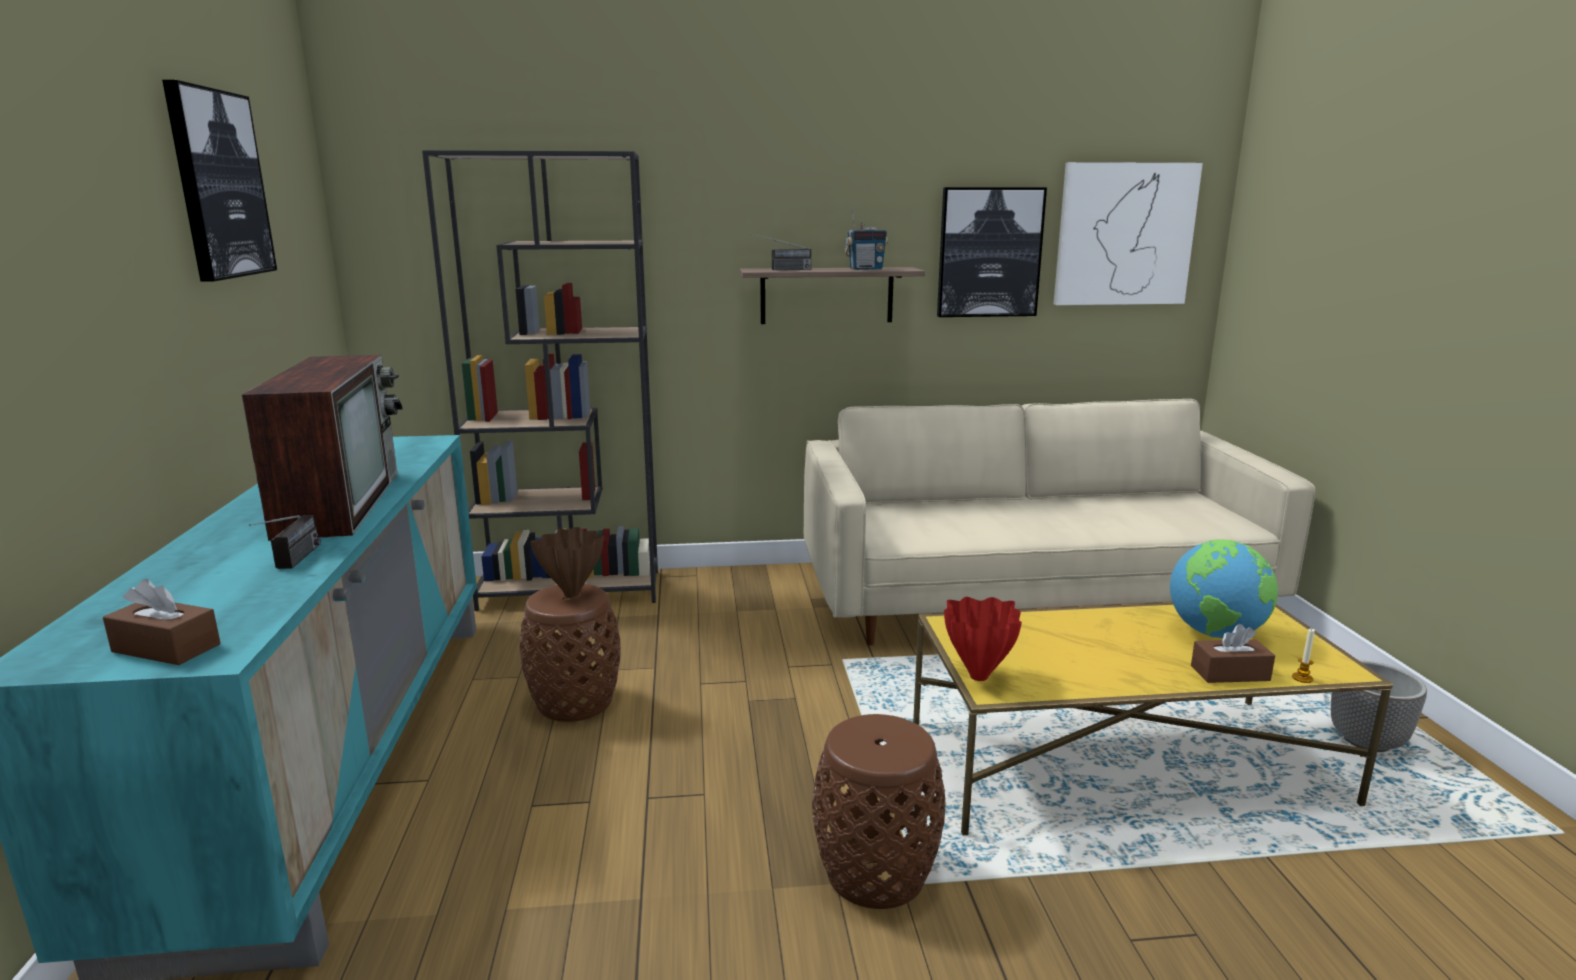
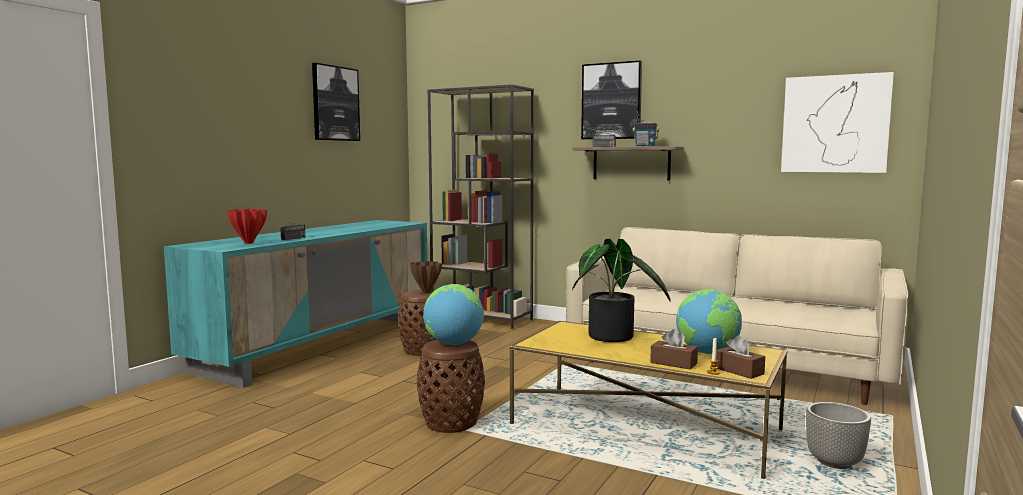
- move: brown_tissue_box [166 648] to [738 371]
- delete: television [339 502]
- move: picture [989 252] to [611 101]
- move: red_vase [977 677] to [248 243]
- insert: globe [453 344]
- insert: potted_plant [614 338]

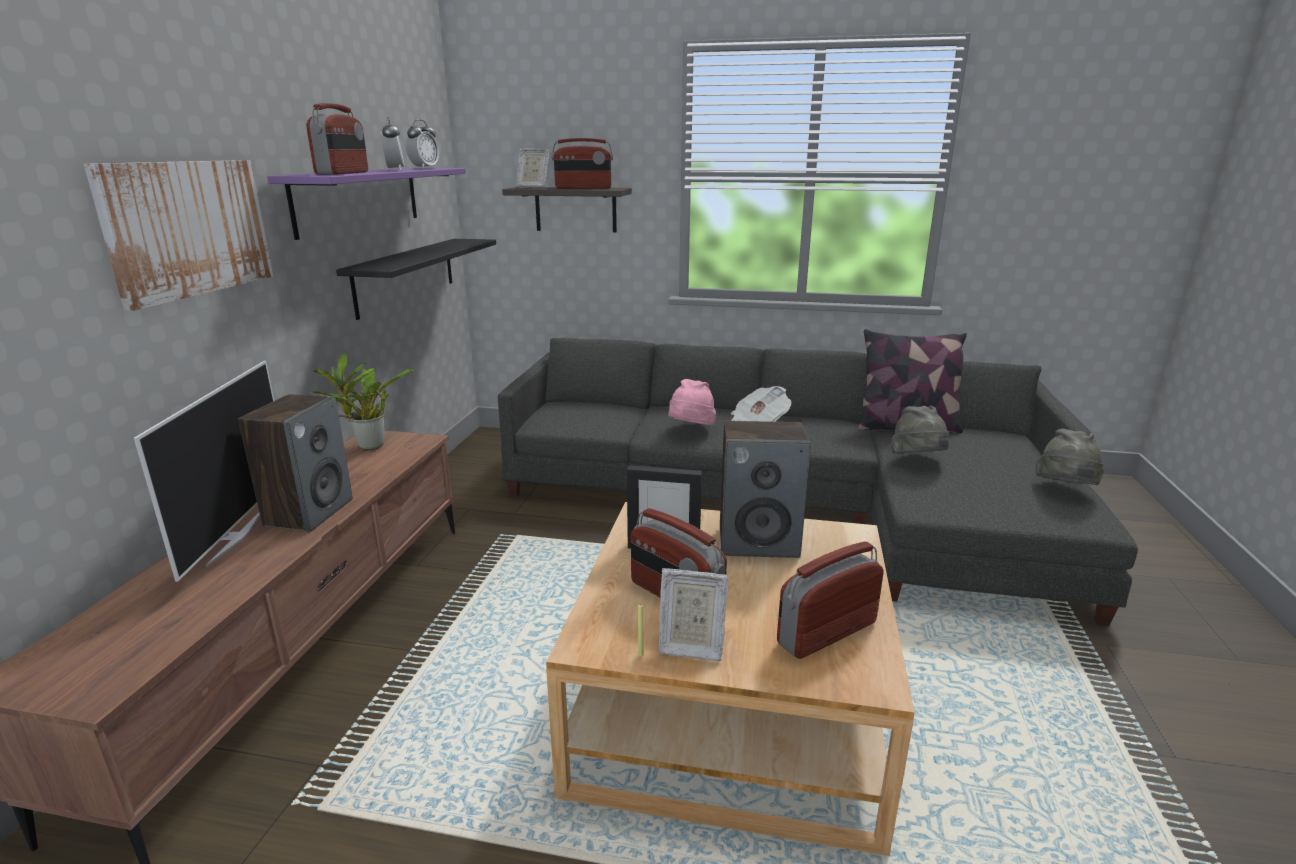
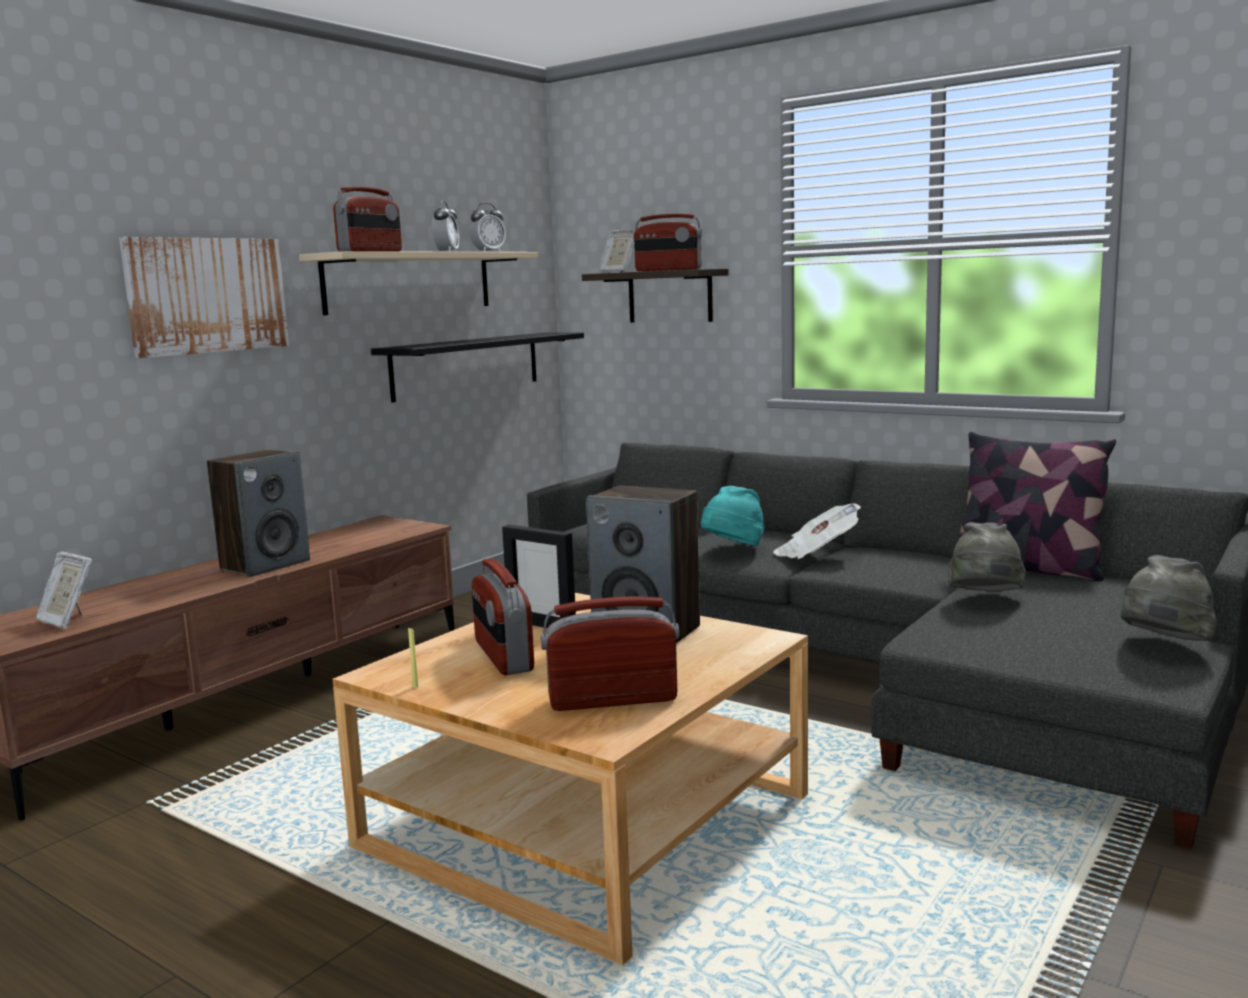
- delete: television [234 536]
- recolor: purple_shelf [359 199] to beige_shelf [409 282]
- delete: potted_plant [367 447]
- move: picture_frame [690 646] to [67 621]
- recolor: pink_hat [690 429] to turquoise_hat [733 548]

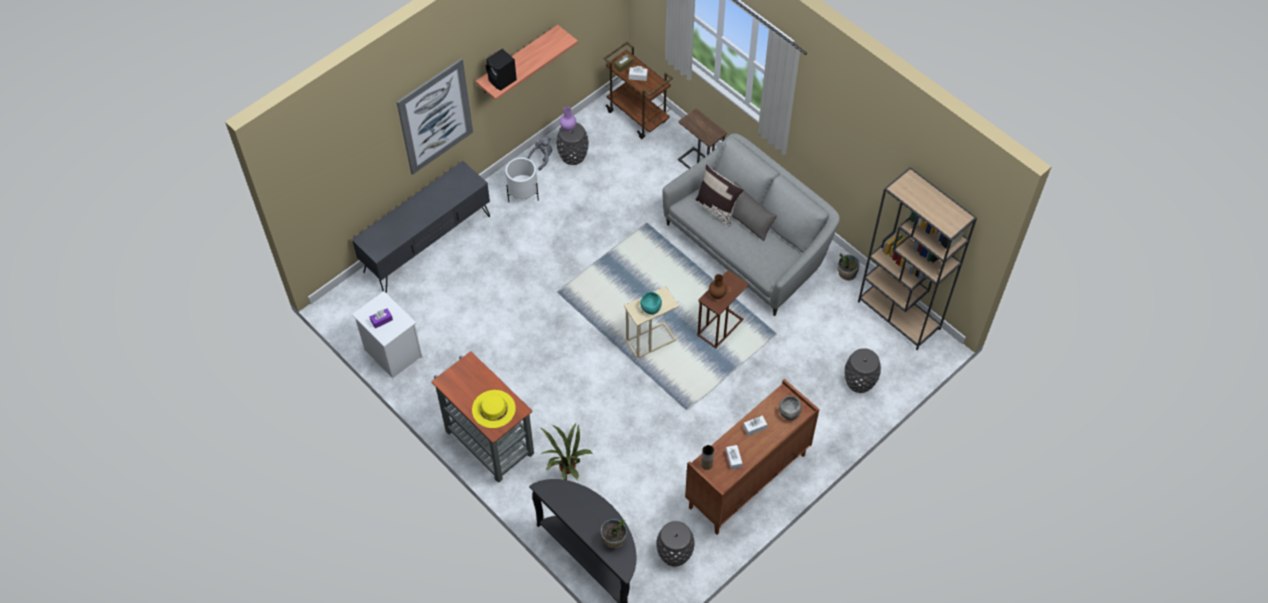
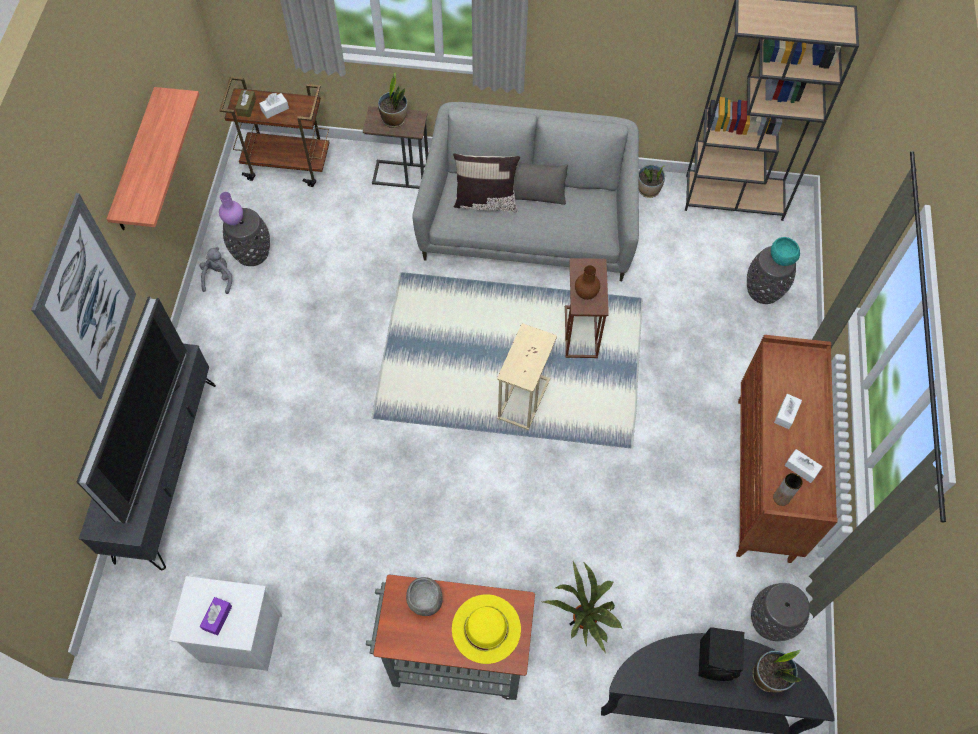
- move: black_speaker [502 81] to [717 661]
- delete: white_planter [523 194]
- move: turquoise_bowl [650 308] to [782 259]
- move: grey_bowl [789 413] to [425 602]
- insert: television [147 439]
- insert: potted_plant [394 119]

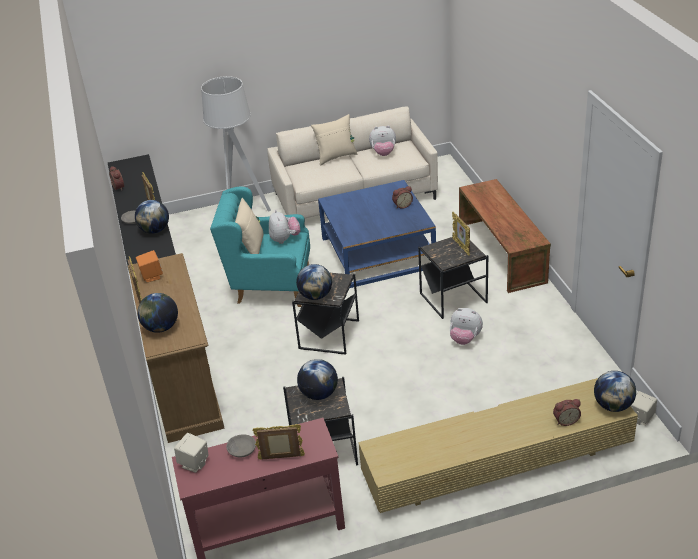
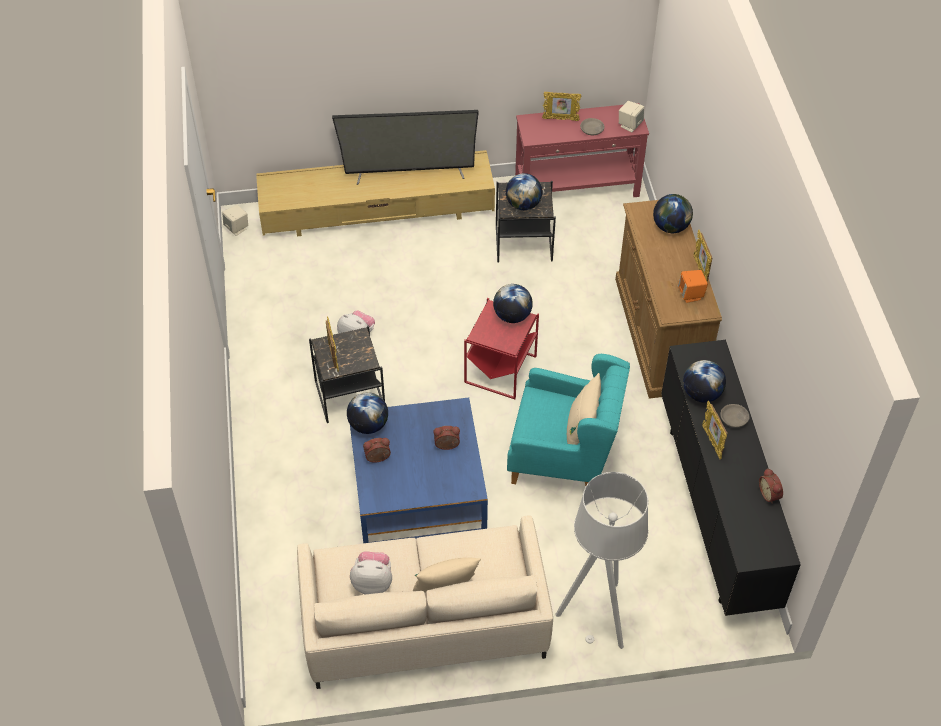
- delete: plush_toy [285 239]
- recolor: black_side_table [328 335] to red_side_table [501 369]
- delete: brown_bench [502 252]
- move: alarm_clock [565 420] to [447 446]
- move: globe [613 405] to [368 425]
- insert: television [409 172]

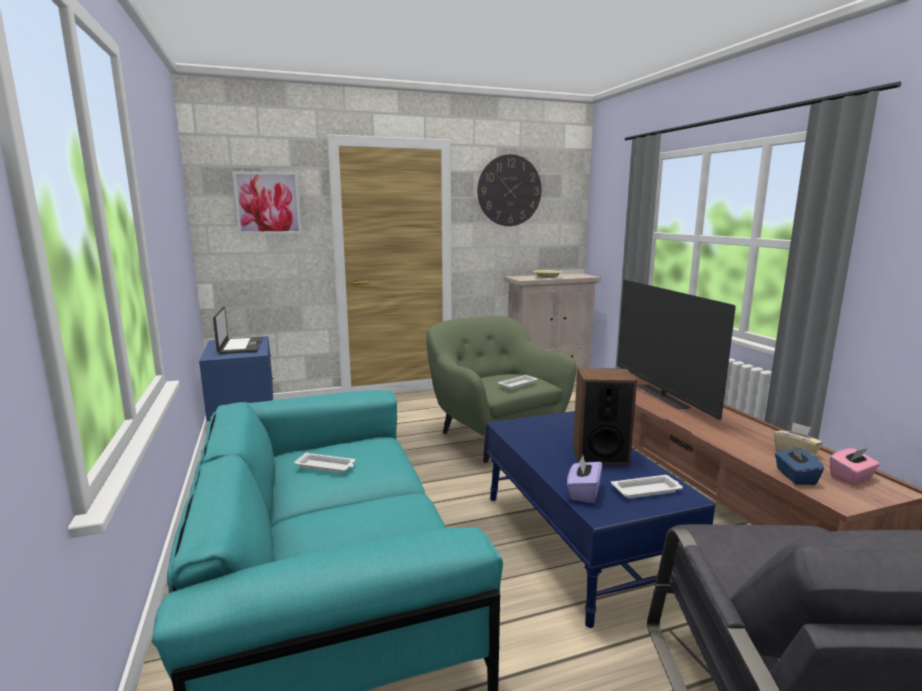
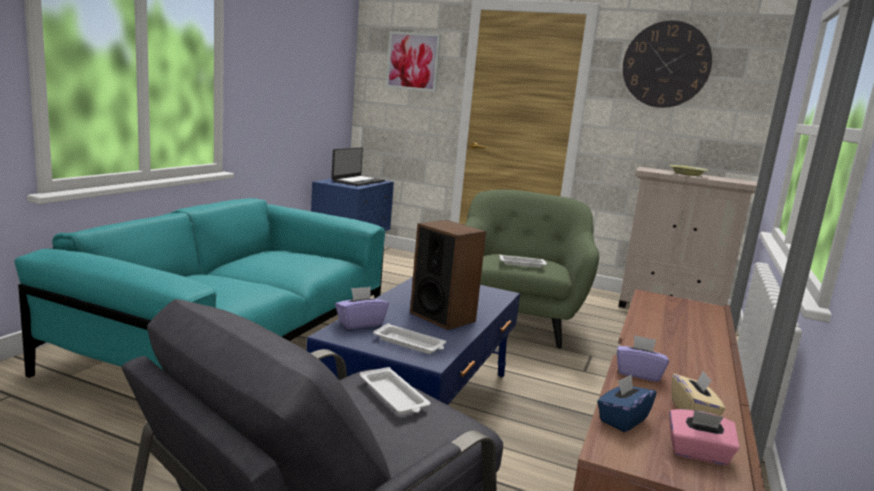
- move: white_tray [326 466] to [394 396]
- delete: television [662 397]
- insert: purple_tissue_box [638 373]

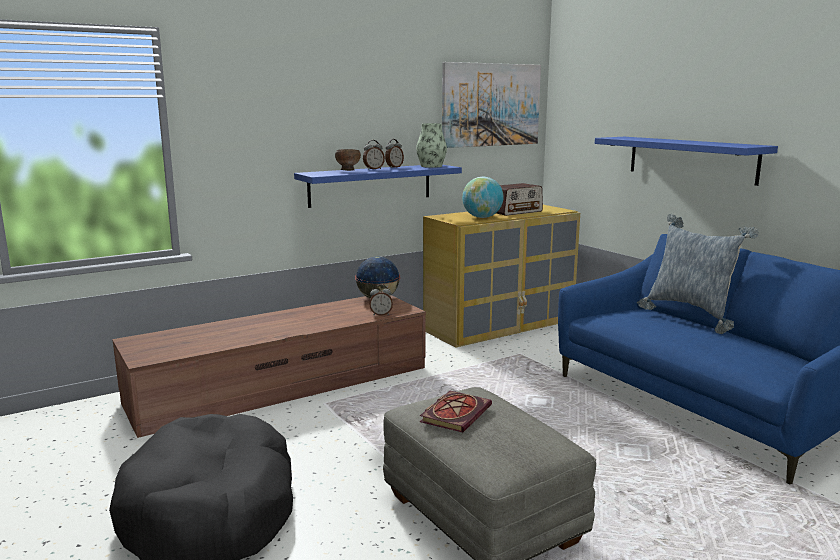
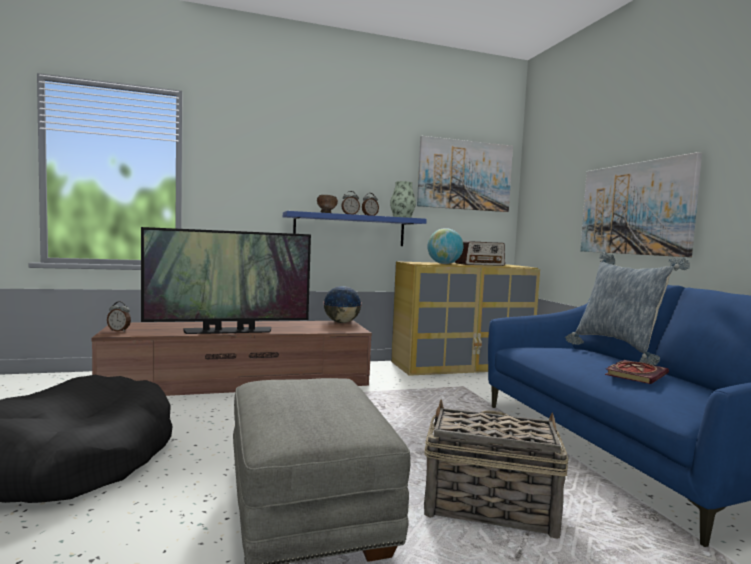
- move: alarm_clock [381 314] to [119 331]
- move: book [455 413] to [635 374]
- replace: blue_shelf [691 159] to picture [635 209]
- insert: television [228 331]
- insert: basket [488 506]

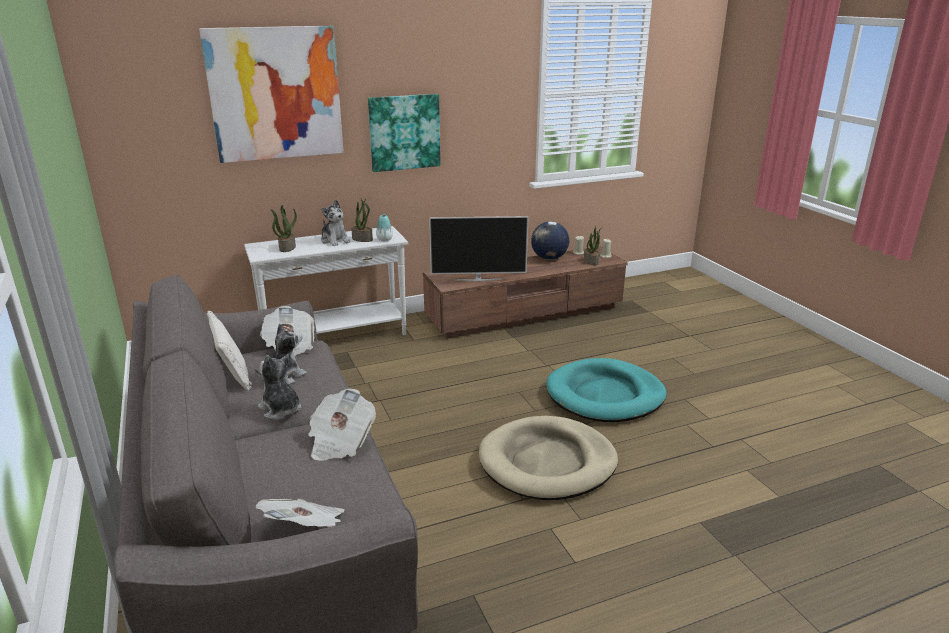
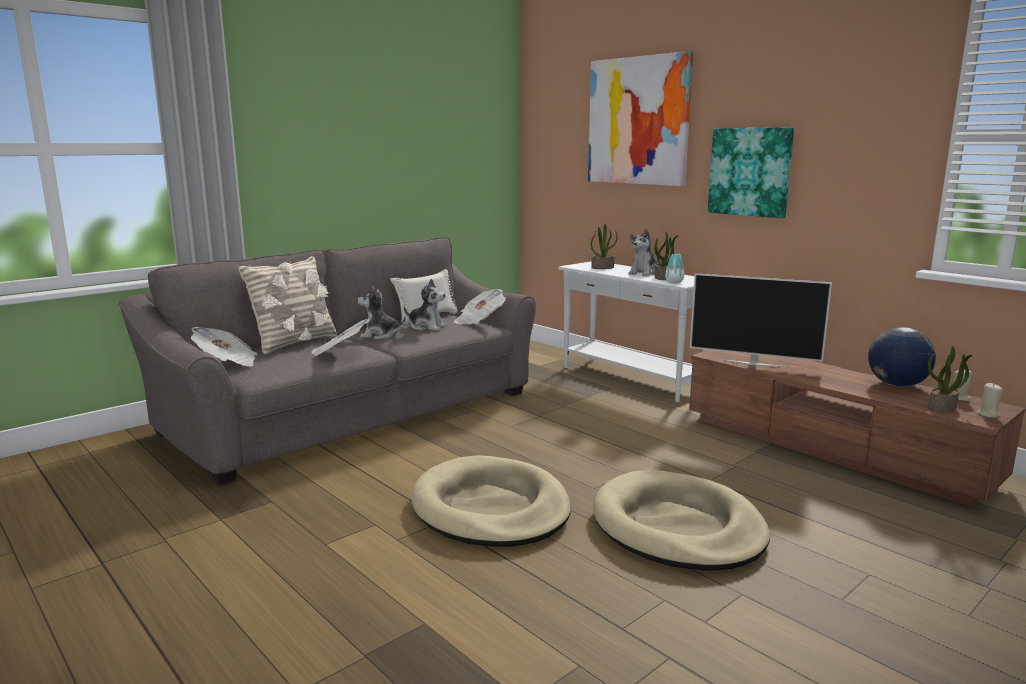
- rotate: plush_toy [281 409] = [380 335] 105 degrees counterclockwise
- rotate: television [478 279] = [753 363] 45 degrees counterclockwise
- recolor: turquoise_dog_bed [605 395] to beige_dog_bed [677 527]
- insert: beige_pillow [294 344]

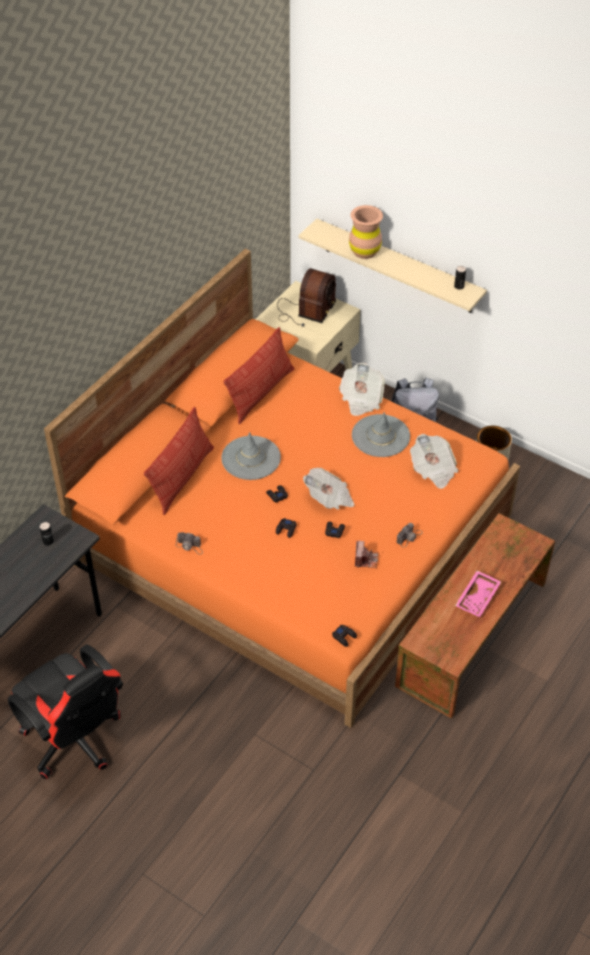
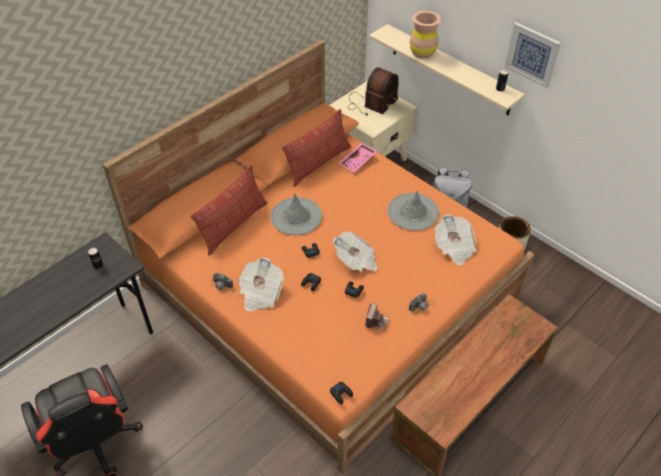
- move: newspaper [361 399] to [260 293]
- move: pink_tray [478 598] to [358 161]
- insert: picture [532 54]

